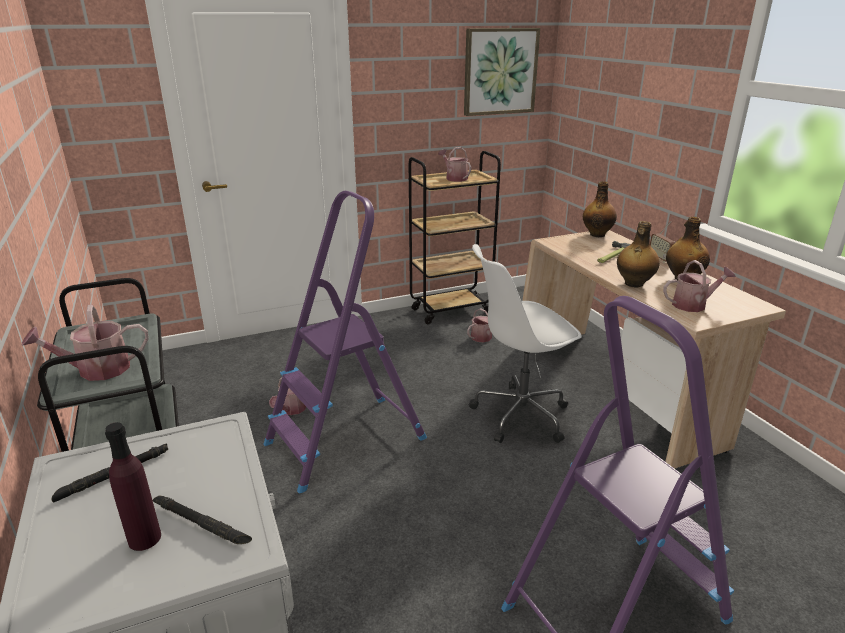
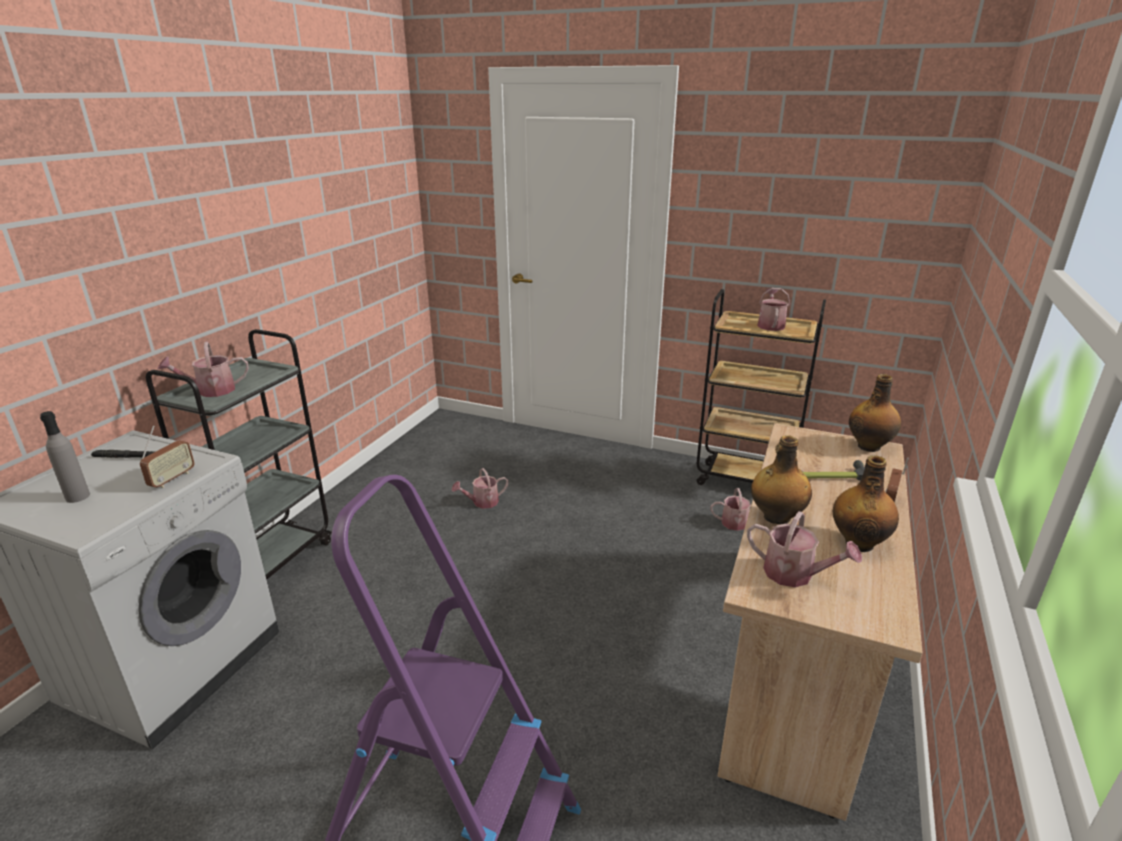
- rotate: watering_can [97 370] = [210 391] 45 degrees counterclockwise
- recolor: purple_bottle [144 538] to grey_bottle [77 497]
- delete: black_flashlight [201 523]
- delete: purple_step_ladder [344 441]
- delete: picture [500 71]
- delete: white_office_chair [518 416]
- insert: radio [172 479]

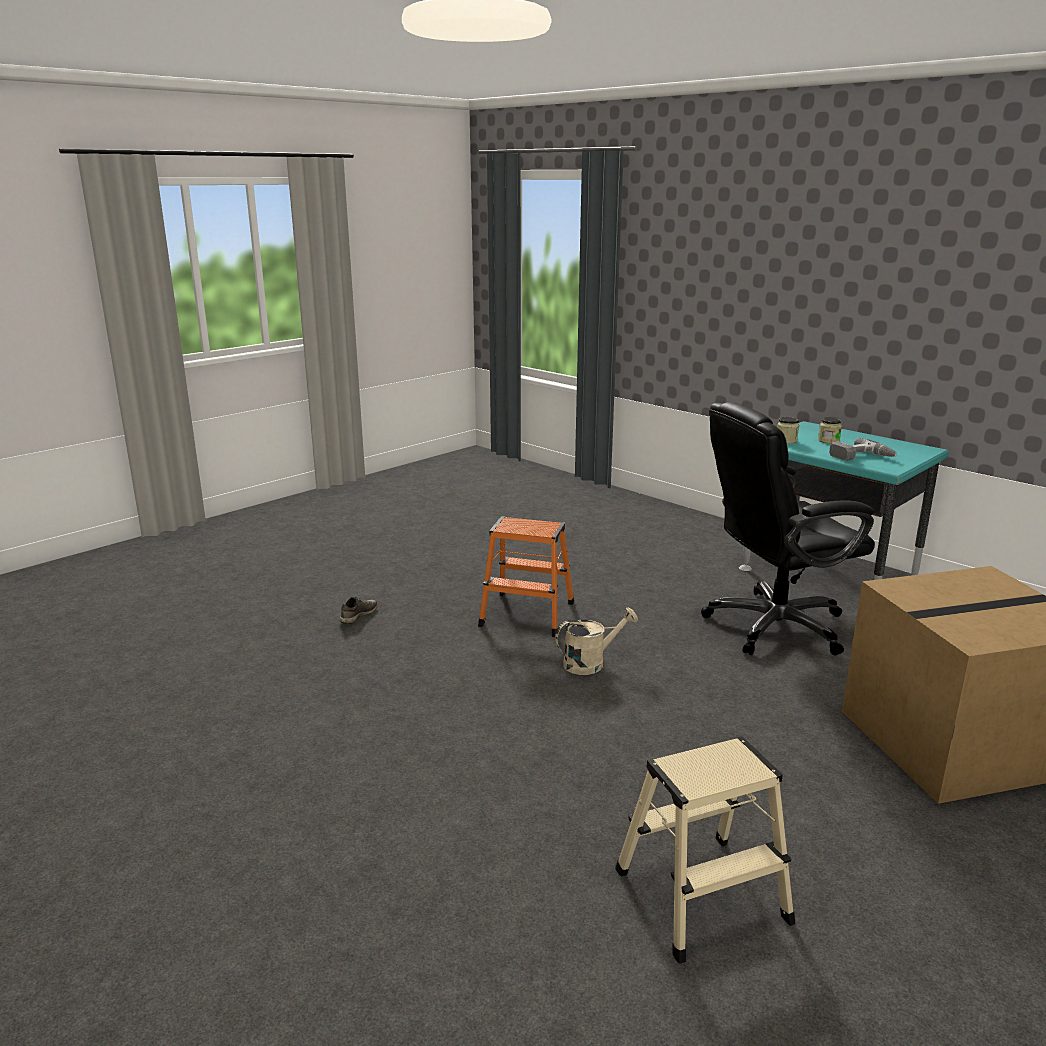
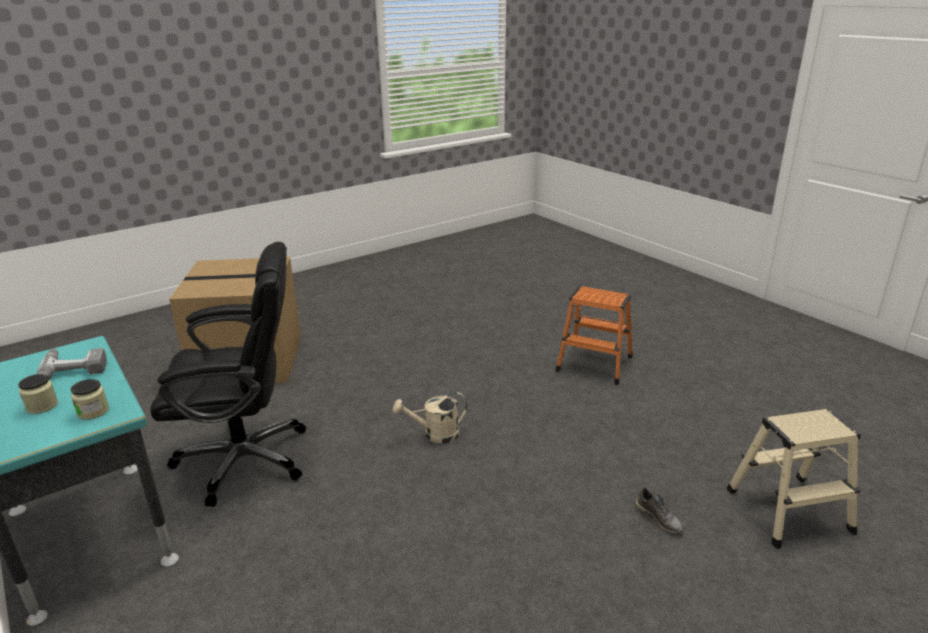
- rotate: grey_shoe [358 615] = [659 518] 75 degrees counterclockwise
- move: orange_step_ladder [527 613] to [595 363]
- move: beige_step_ladder [702 894] to [788 510]

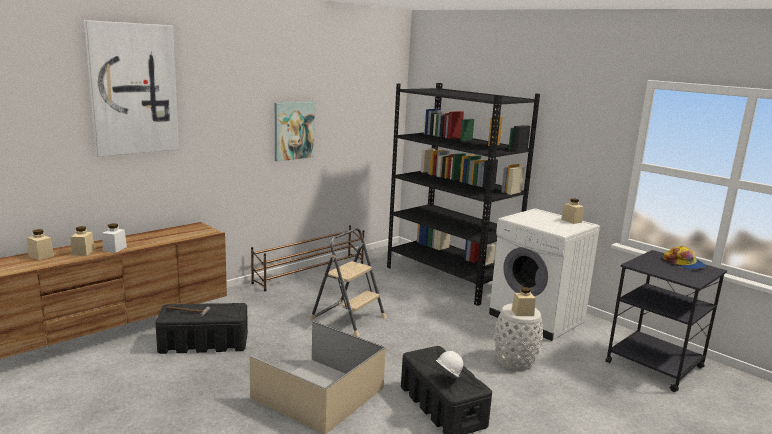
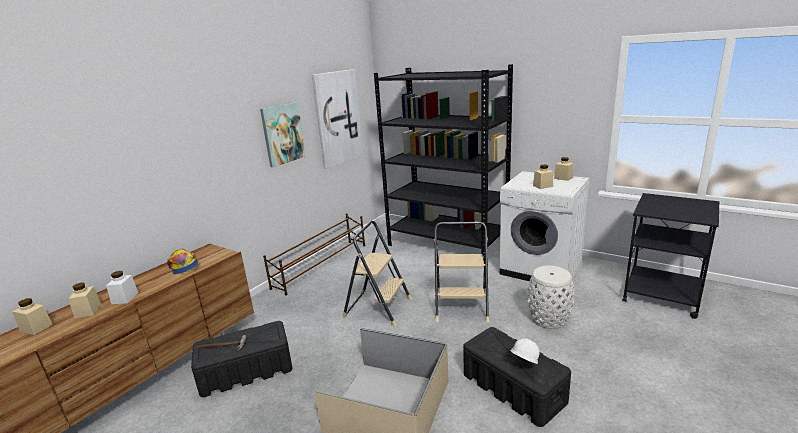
- move: picture [133 89] to [337 118]
- move: beige_jar [522 313] to [543 186]
- move: cap [684 264] to [183 266]
- insert: beige_step_ladder [462 303]

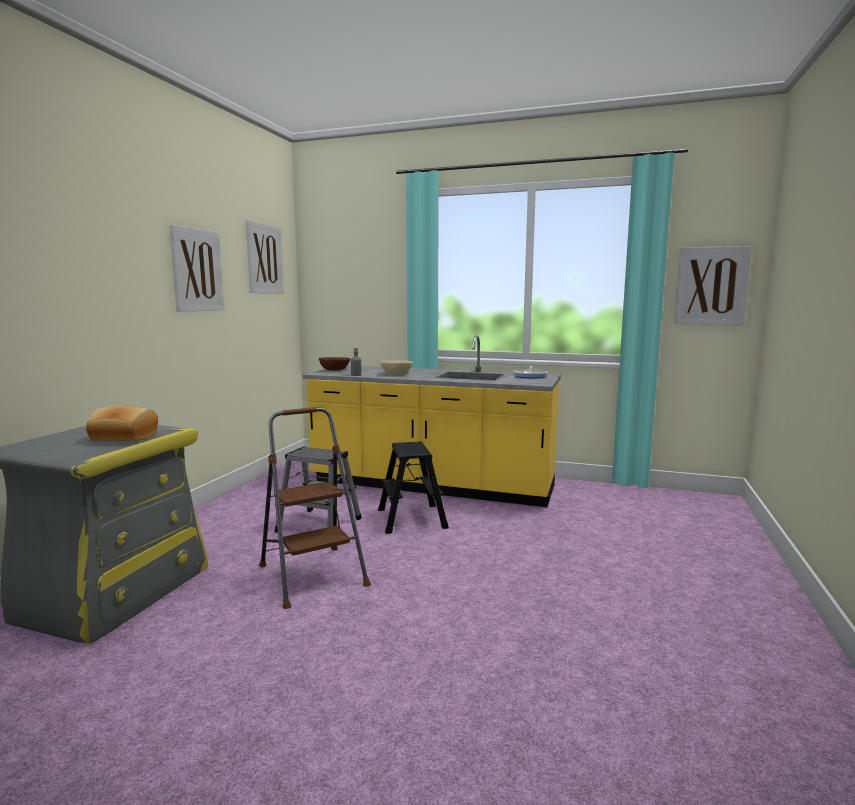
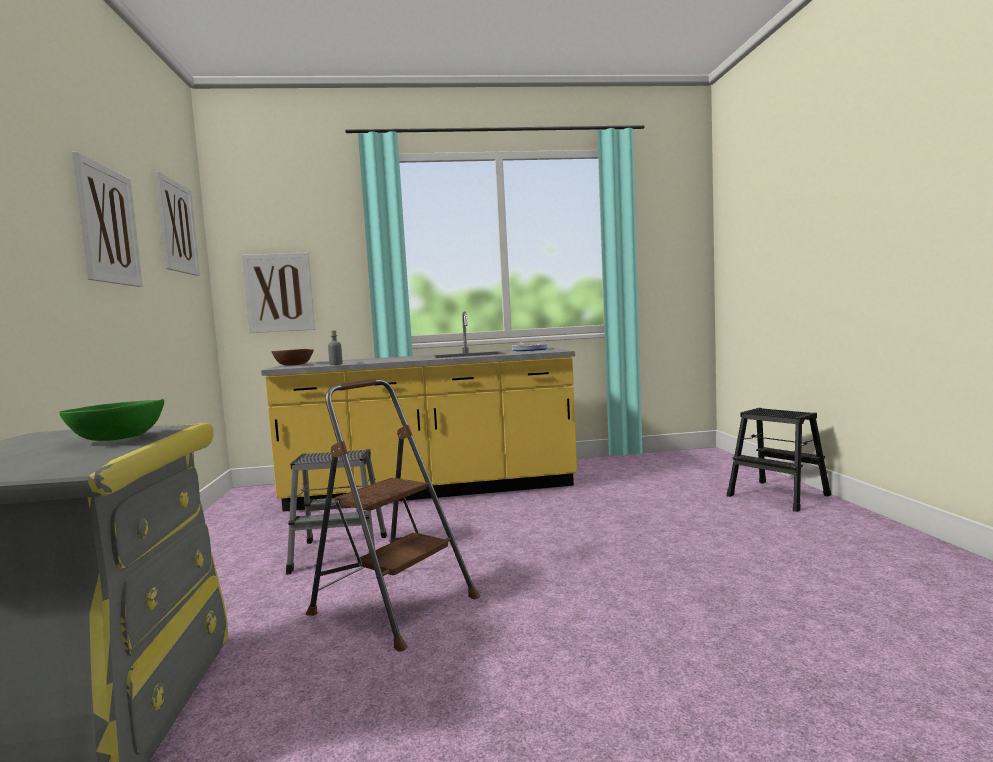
- replace: bread [124 437] to green_bowl [117 438]
- move: black_step_ladder [411 518] to [778 495]
- delete: beige_bowl [396 373]
- move: picture [711 286] to [279 292]

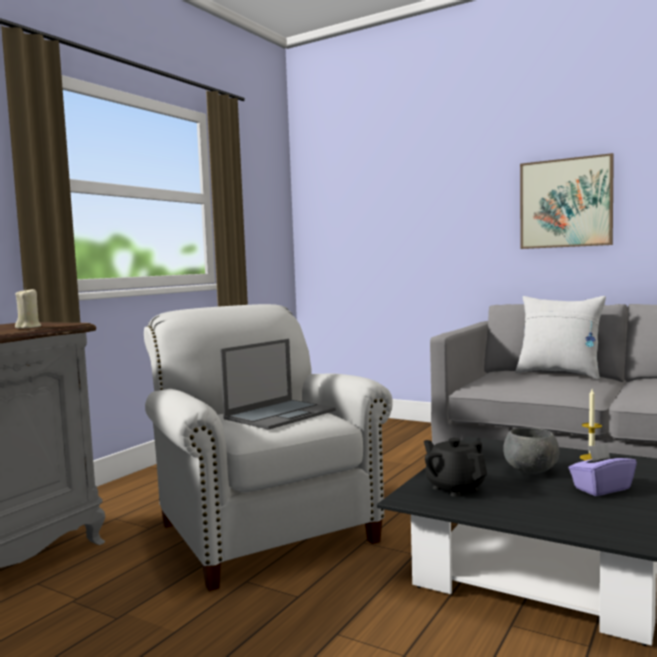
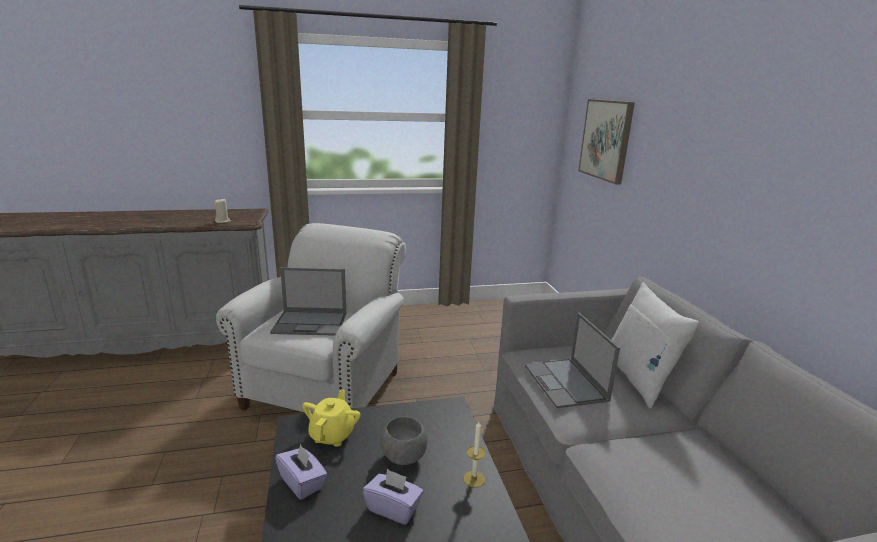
- recolor: black_teapot [454 488] to yellow_teapot [332 435]
- move: picture [565 203] to [606 140]
- insert: purple_tissue_box [302 482]
- insert: laptop [566 383]

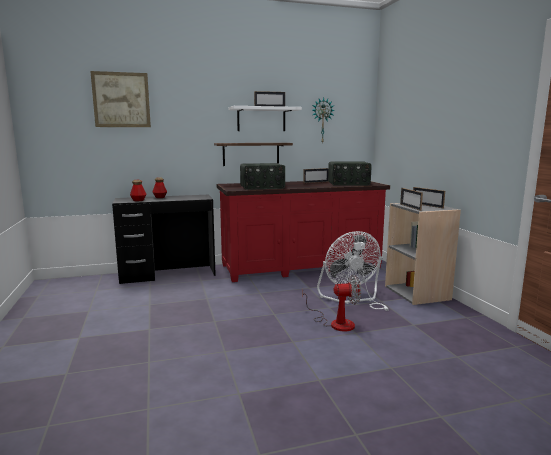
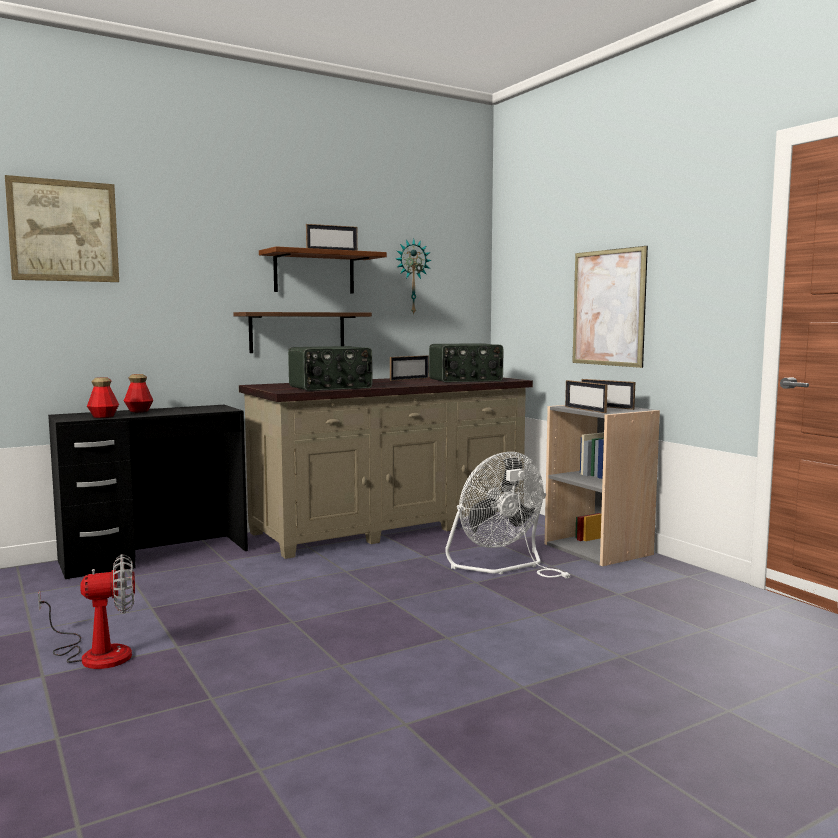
- recolor: red_cabinet [301 266] to beige_cabinet [392 525]
- recolor: white_shelf [261 119] to brown_shelf [314 272]
- move: fan [335 323] to [96 653]
- insert: picture [608 308]

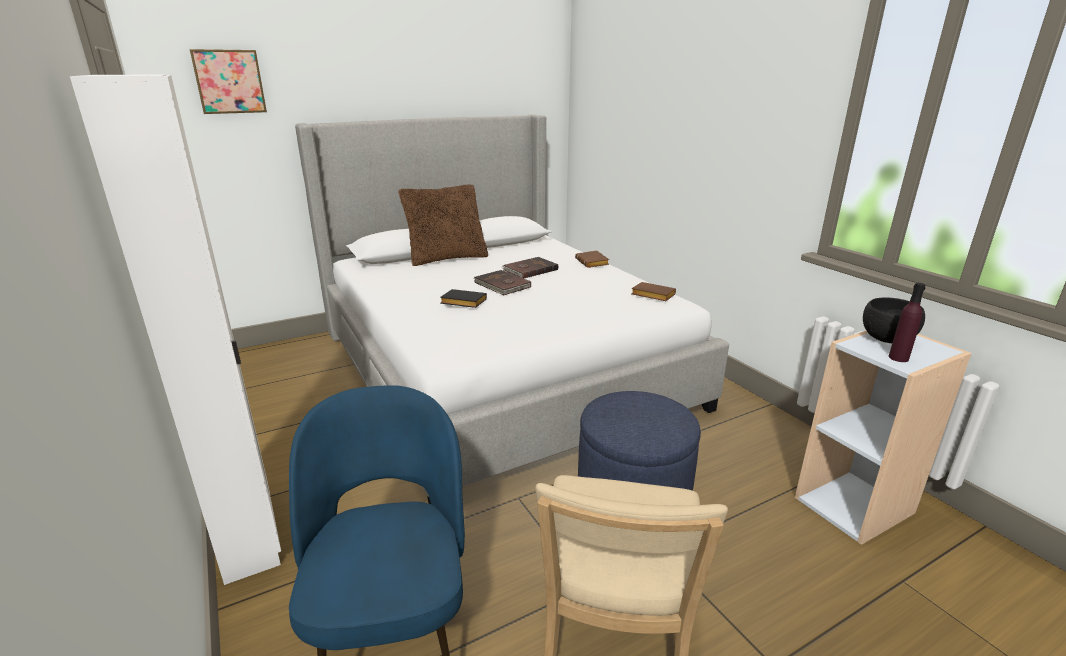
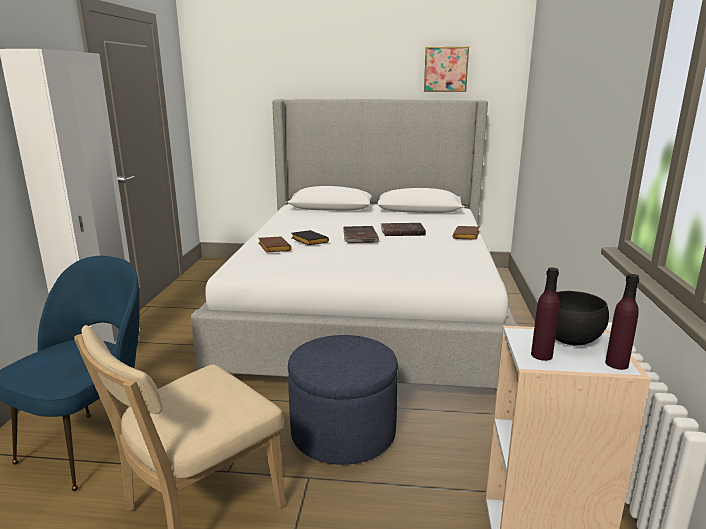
- move: picture [229 81] to [445 69]
- delete: brown_pillow [447 257]
- move: brown_book [651 295] to [273 248]
- insert: purple_bottle [616 364]

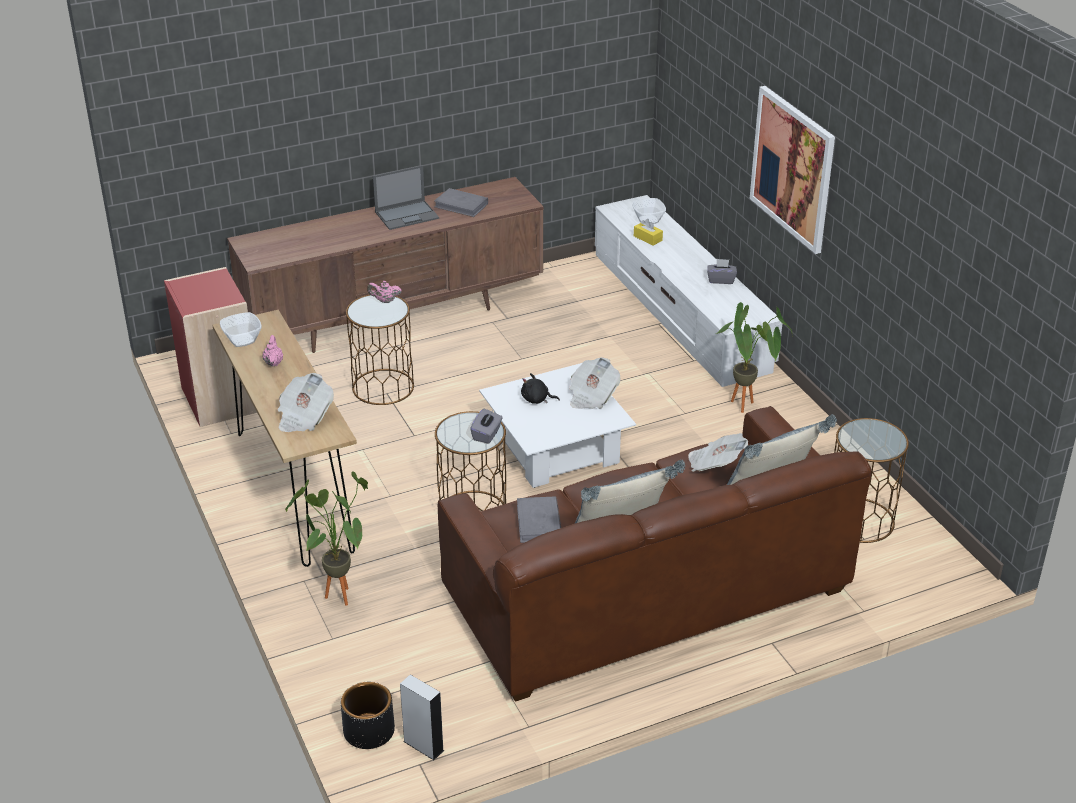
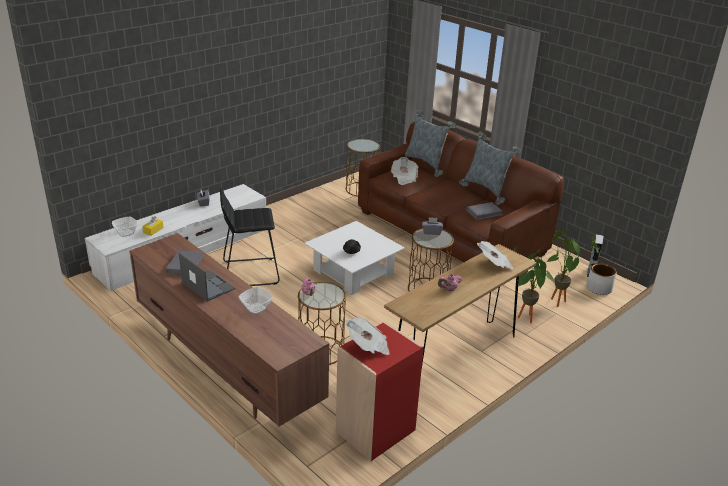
- move: bowl [242 340] to [257 308]
- recolor: black_planter [368 731] to white_planter [599 288]
- move: newspaper [592 396] to [368 346]
- move: potted_plant [746 408] to [559 300]
- delete: picture [792 168]
- insert: black_stool [250 272]

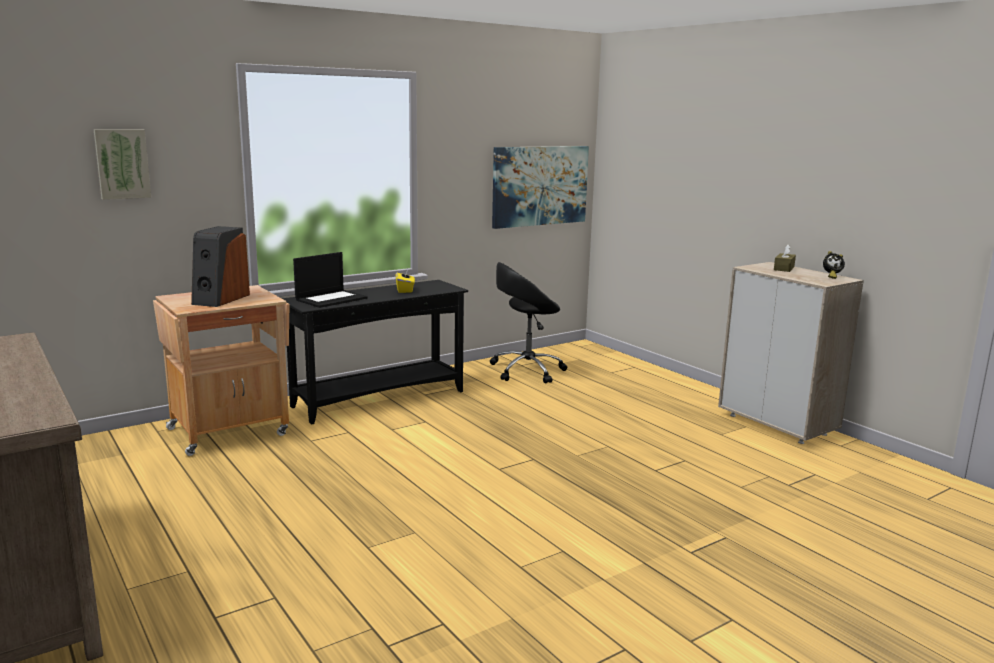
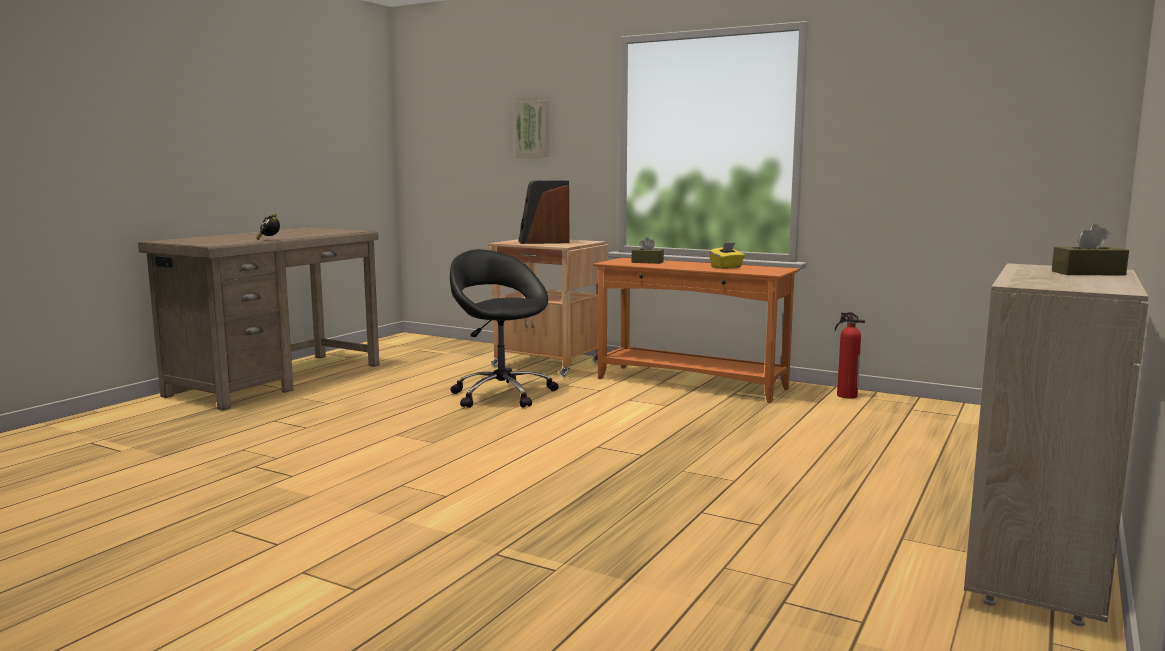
- recolor: black_console_table [379 398] to orange_console_table [692 383]
- replace: laptop [331 299] to brown_tissue_box [647 262]
- move: black_office_chair [525 370] to [501 395]
- delete: picture [540 185]
- move: alarm_clock [831 276] to [269 239]
- insert: fire_extinguisher [845 395]

